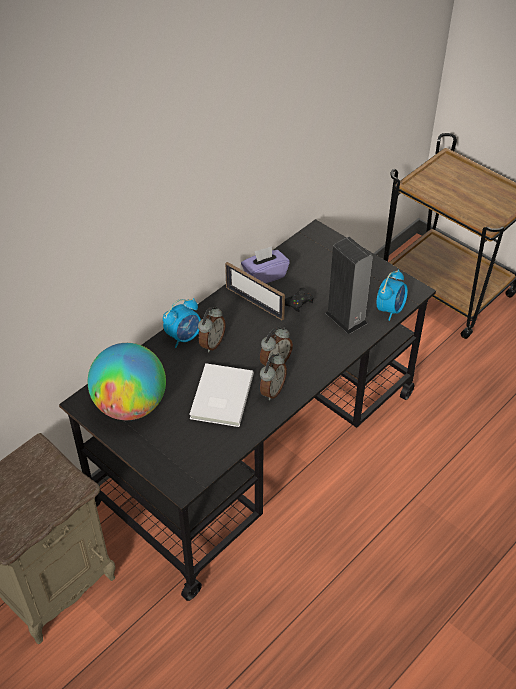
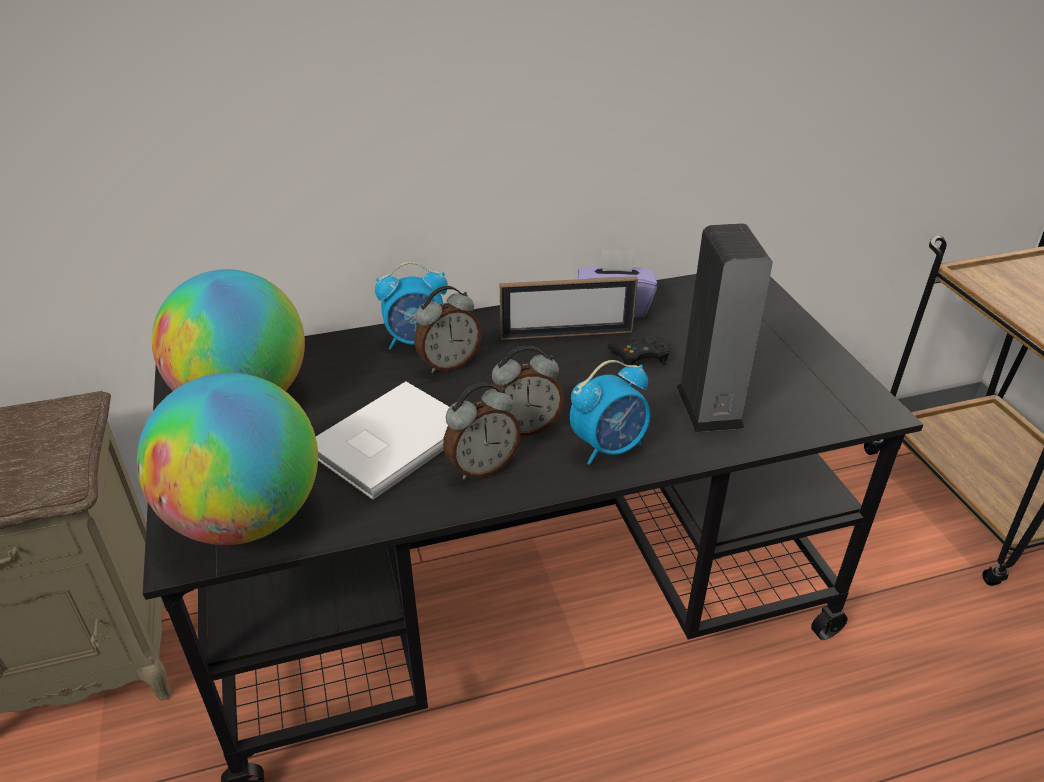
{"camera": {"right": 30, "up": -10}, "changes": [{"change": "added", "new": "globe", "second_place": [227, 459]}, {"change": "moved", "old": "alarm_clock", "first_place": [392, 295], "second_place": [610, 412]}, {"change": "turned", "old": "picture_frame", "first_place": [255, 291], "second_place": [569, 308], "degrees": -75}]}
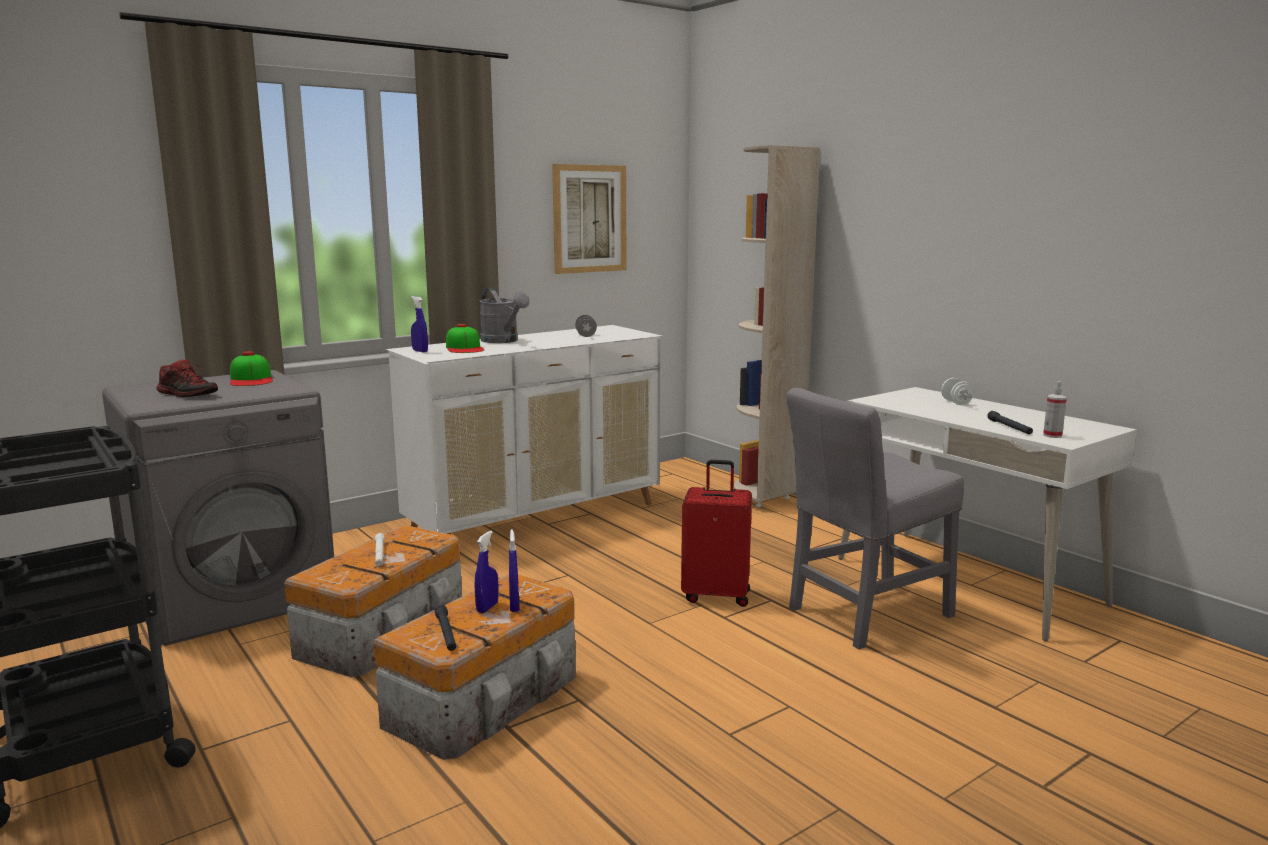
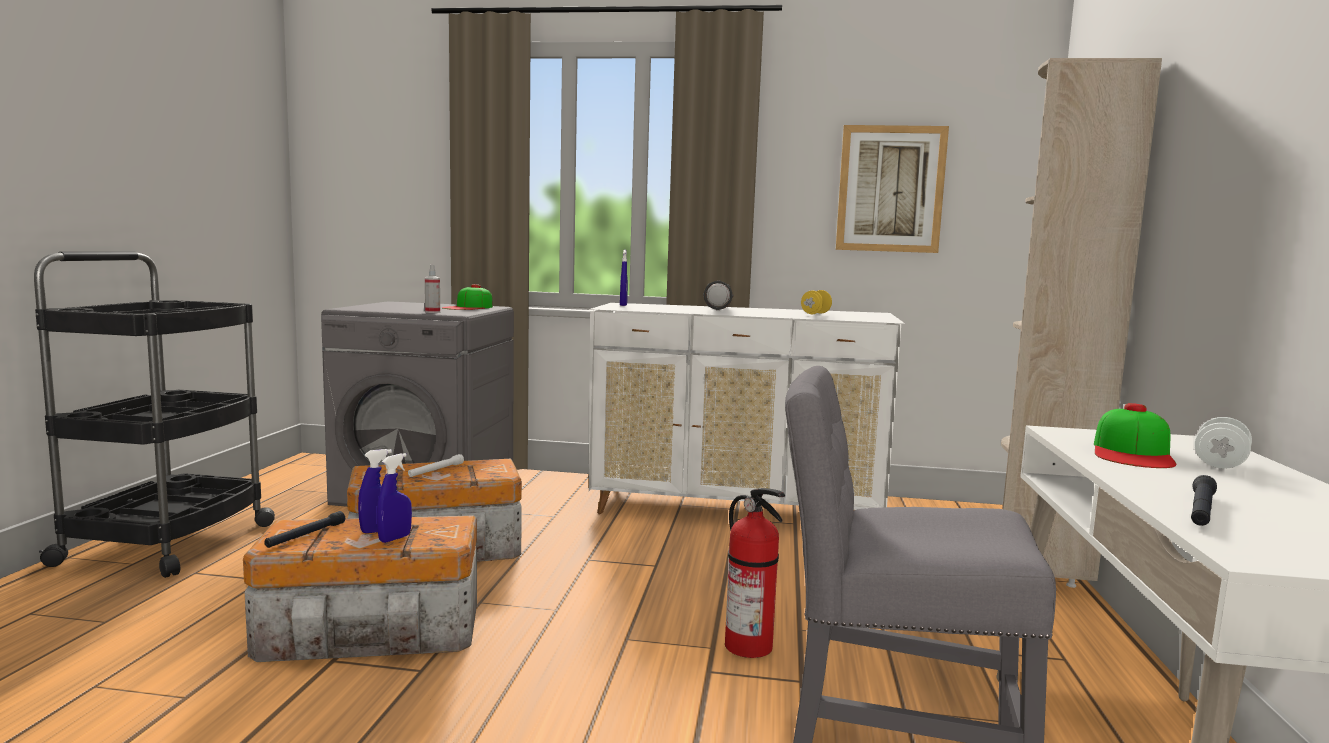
{"camera": {"right": 45, "up": -5}, "changes": [{"change": "removed", "old": "shoe", "first_place": [187, 378]}, {"change": "moved", "old": "cap", "first_place": [465, 338], "second_place": [1135, 435]}, {"change": "moved", "old": "spray_bottle", "first_place": [1055, 409], "second_place": [432, 289]}, {"change": "replaced", "old": "grey_watering_can", "new": "flashlight", "first_place": [504, 315], "second_place": [718, 295]}, {"change": "replaced", "old": "red_suitcase", "new": "fire_extinguisher", "first_place": [716, 533], "second_place": [755, 573]}, {"change": "recoloured", "old": "grey_dumbbell", "new": "yellow_dumbbell", "first_place": [586, 326], "second_place": [816, 302]}]}
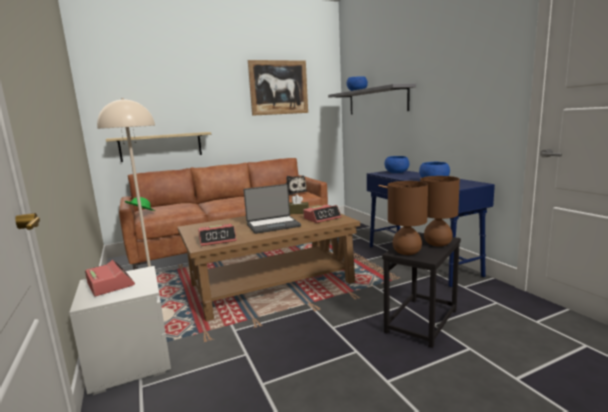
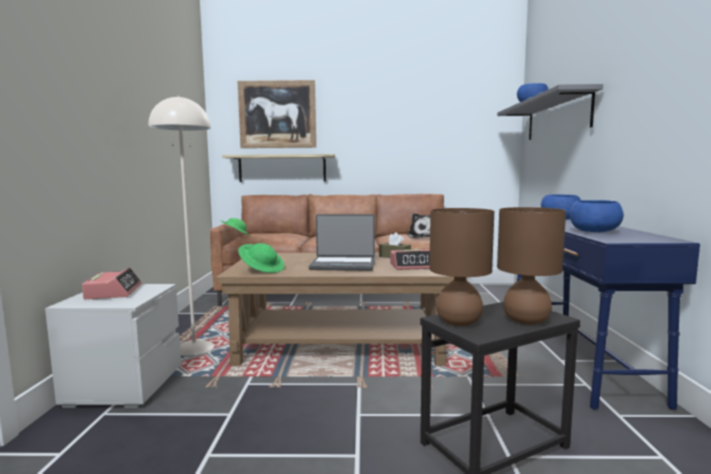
{"camera": {"right": 25, "up": -5}, "changes": [{"change": "moved", "old": "picture", "first_place": [278, 88], "second_place": [277, 114]}, {"change": "replaced", "old": "alarm_clock", "new": "green_hat", "first_place": [217, 235], "second_place": [261, 258]}]}
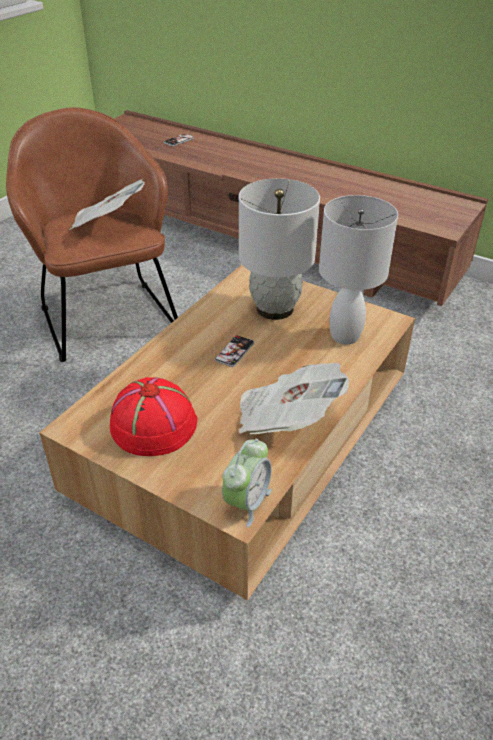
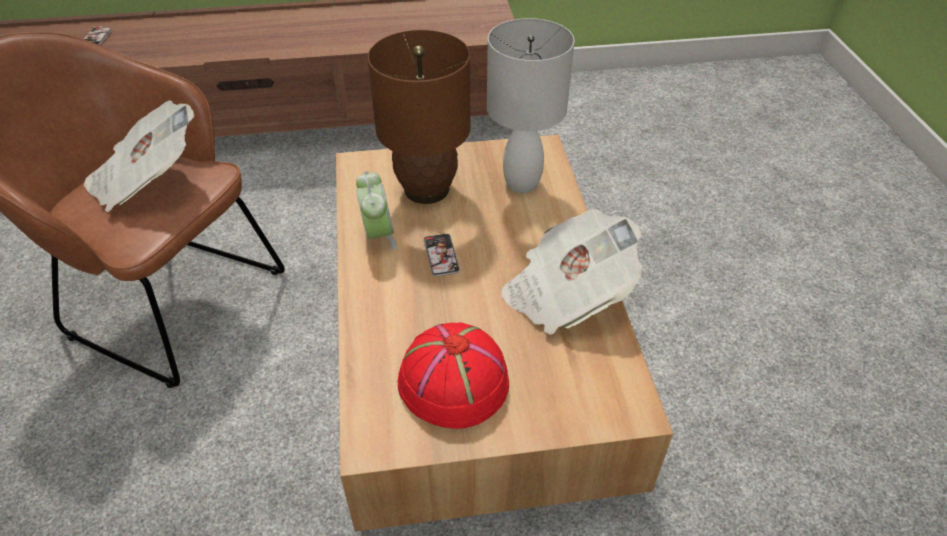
{"camera": {"right": -40, "up": 5}, "changes": [{"change": "moved", "old": "alarm_clock", "first_place": [247, 483], "second_place": [376, 210]}, {"change": "recoloured", "old": "white_table_lamp", "new": "brown_table_lamp", "first_place": [279, 249], "second_place": [419, 117]}]}
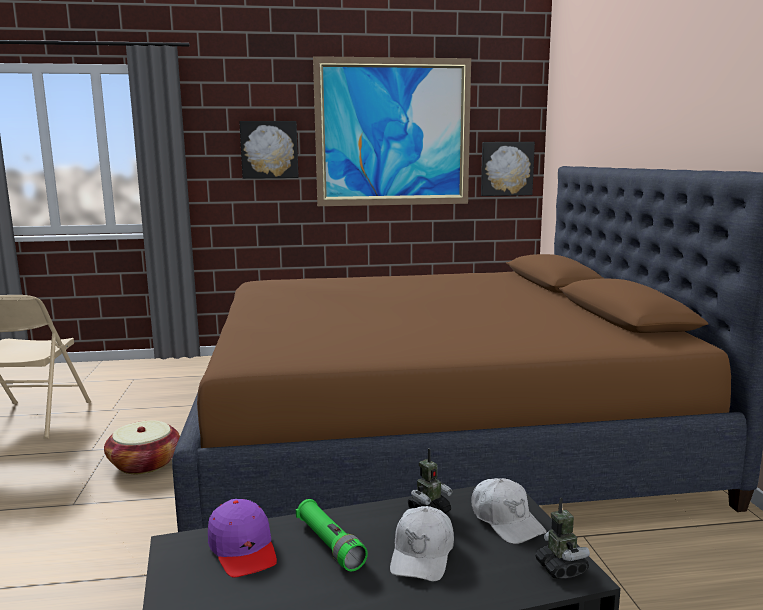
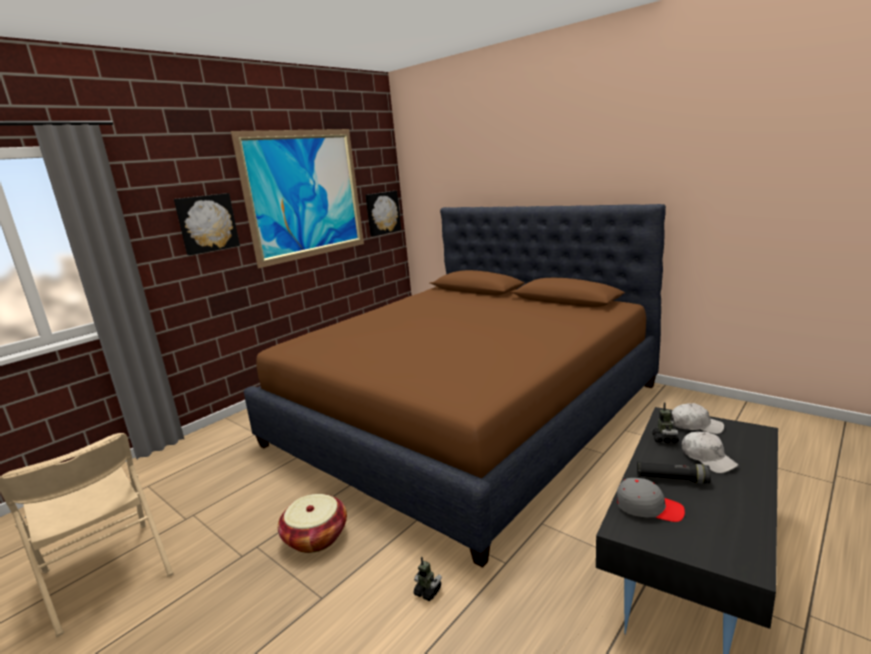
{"camera": {"right": -40, "up": 5}, "changes": [{"change": "moved", "old": "toy_robot", "first_place": [562, 538], "second_place": [428, 579]}, {"change": "recoloured", "old": "purple_cap", "new": "grey_cap", "first_place": [242, 538], "second_place": [651, 500]}, {"change": "recoloured", "old": "green_flashlight", "new": "black_flashlight", "first_place": [332, 535], "second_place": [674, 472]}]}
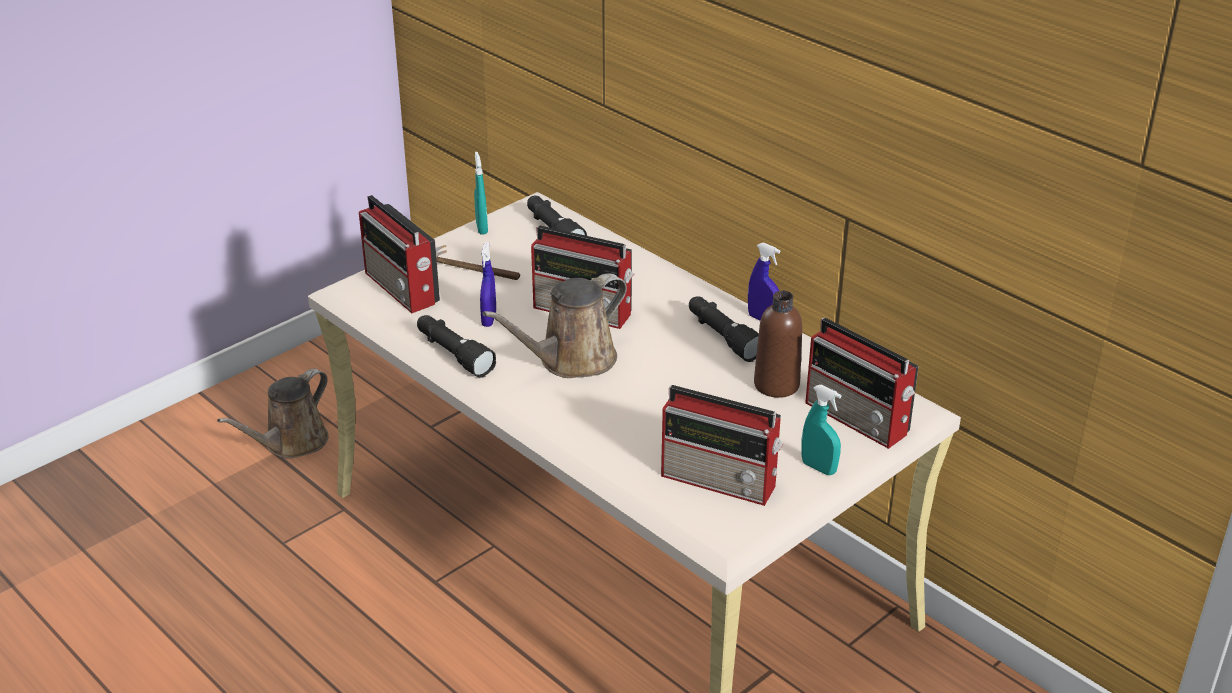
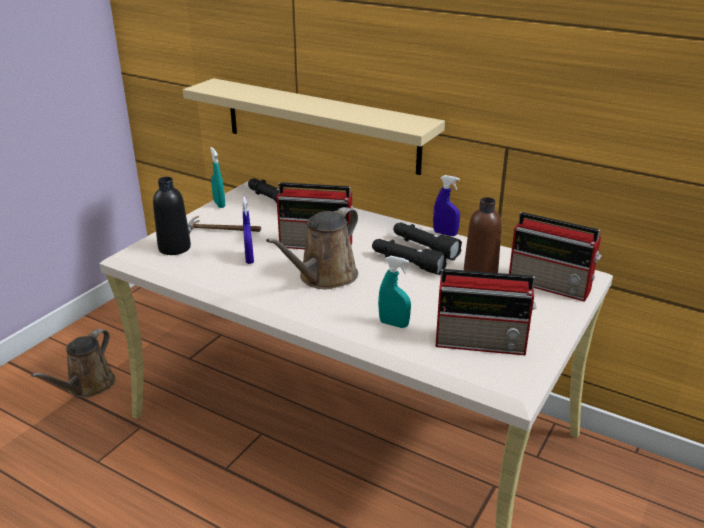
{"camera": {"right": -15, "up": -5}, "changes": [{"change": "added", "new": "beige_shelf", "second_place": [314, 126]}, {"change": "moved", "old": "black_flashlight", "first_place": [456, 346], "second_place": [409, 257]}, {"change": "moved", "old": "turquoise_spray_bottle", "first_place": [821, 430], "second_place": [394, 292]}, {"change": "replaced", "old": "radio", "new": "black_bottle", "first_place": [399, 254], "second_place": [172, 216]}]}
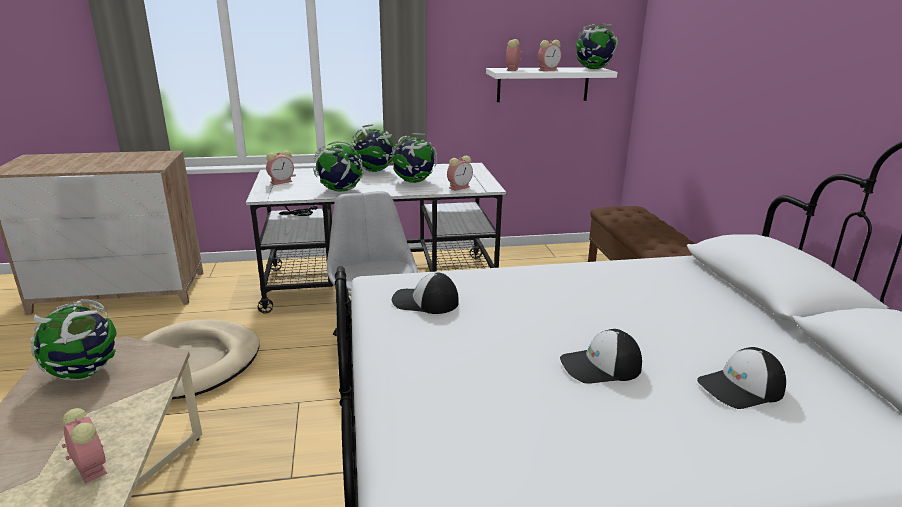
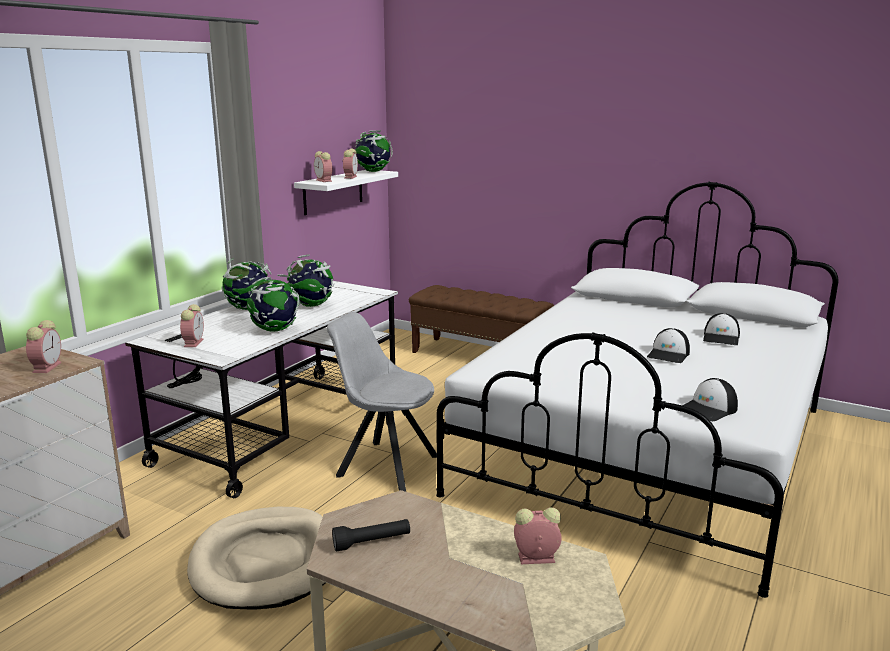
{"camera": {"right": -50, "up": -5}, "changes": [{"change": "moved", "old": "cap", "first_place": [425, 293], "second_place": [710, 399]}, {"change": "moved", "old": "alarm_clock", "first_place": [460, 173], "second_place": [44, 346]}, {"change": "replaced", "old": "globe", "new": "black_flashlight", "first_place": [73, 340], "second_place": [371, 535]}]}
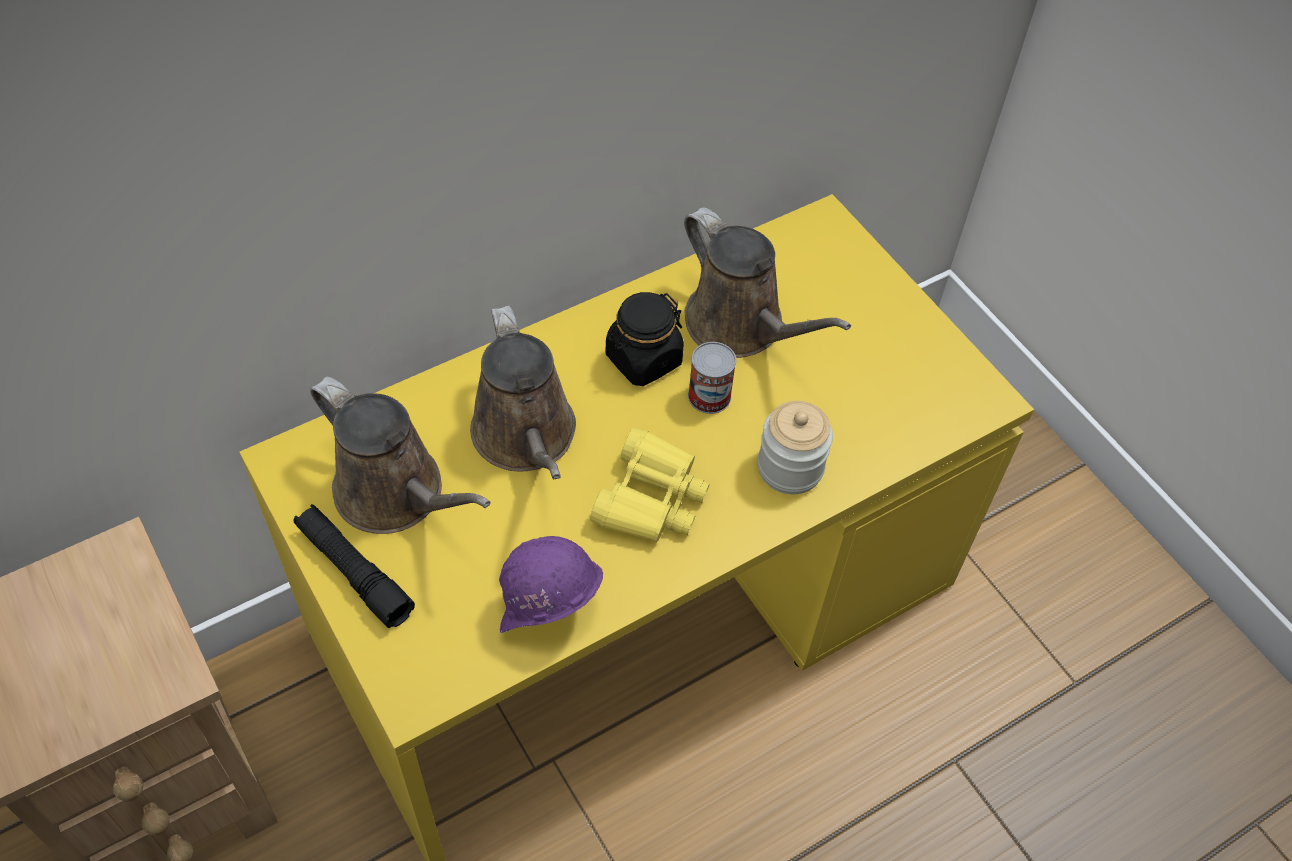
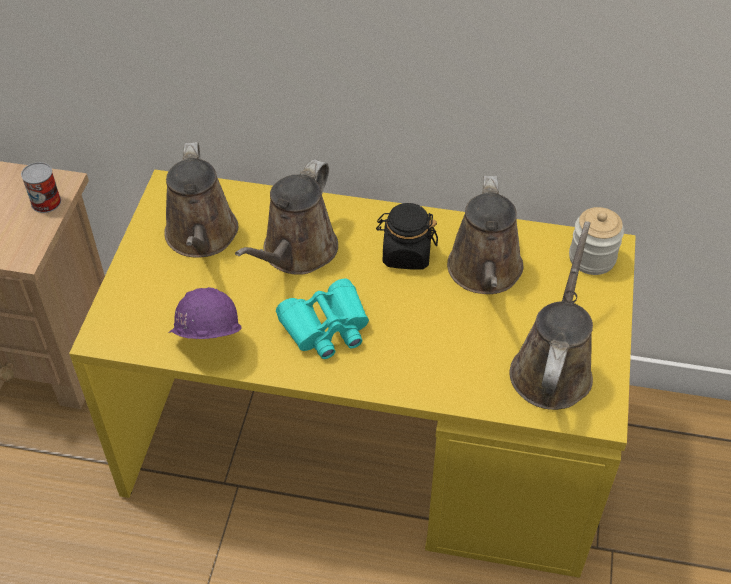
{"camera": {"right": 45, "up": -5}, "changes": [{"change": "removed", "old": "black_flashlight", "first_place": [354, 566]}, {"change": "added", "new": "brown_watering_can", "second_place": [551, 315]}, {"change": "moved", "old": "can", "first_place": [712, 378], "second_place": [41, 187]}, {"change": "moved", "old": "jar", "first_place": [795, 447], "second_place": [596, 241]}, {"change": "recoloured", "old": "yellow_binoculars", "new": "turquoise_binoculars", "first_place": [649, 485], "second_place": [322, 319]}]}
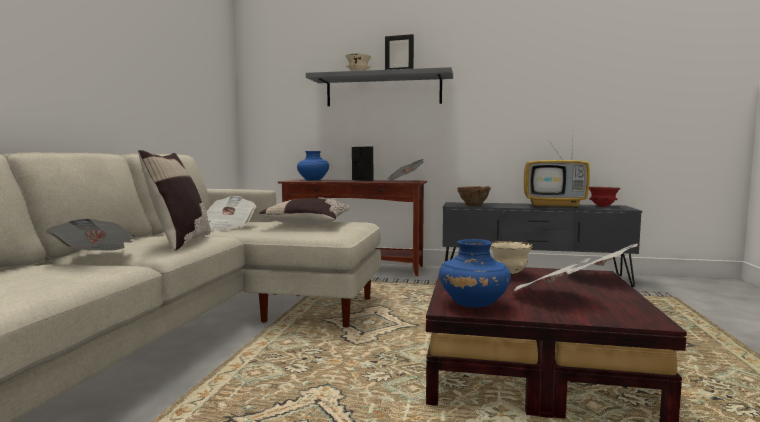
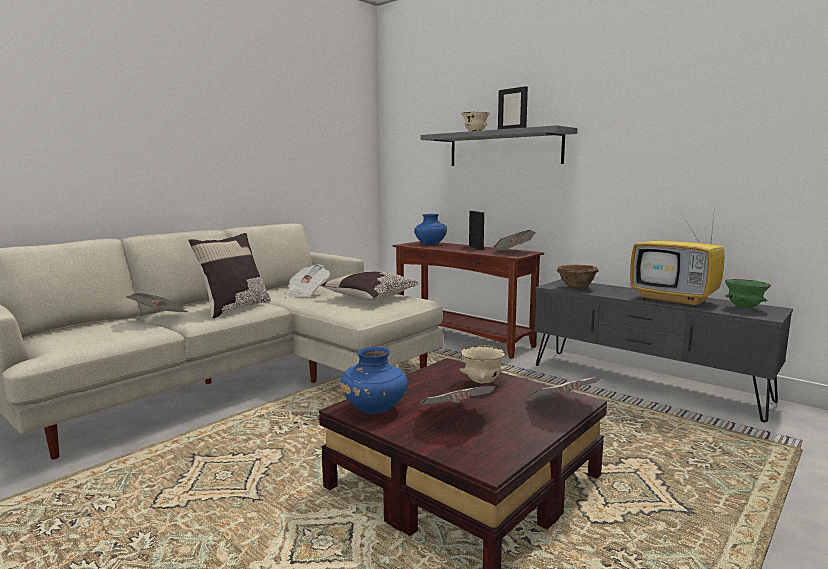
{"camera": {"right": 30, "up": 5}, "changes": [{"change": "recoloured", "old": "red_bowl", "new": "green_bowl", "first_place": [605, 197], "second_place": [748, 294]}]}
